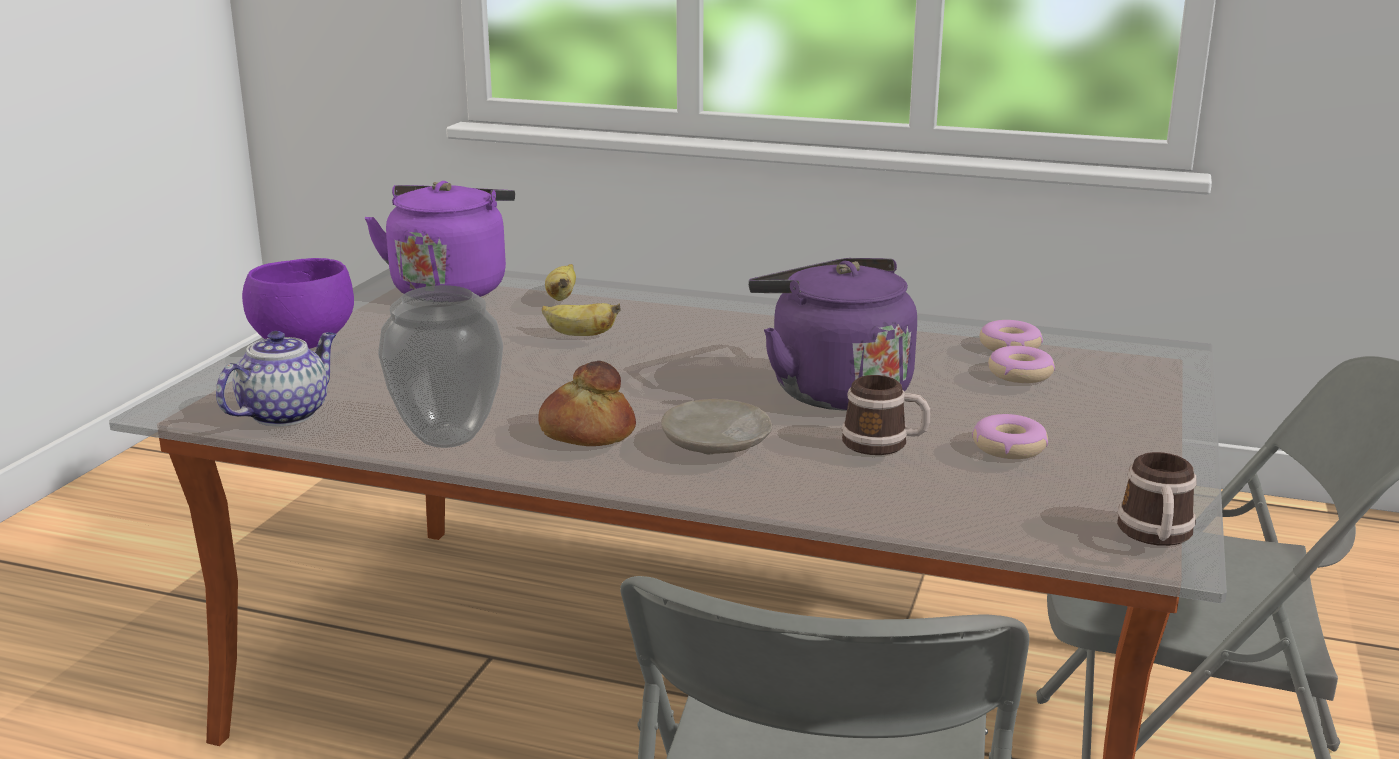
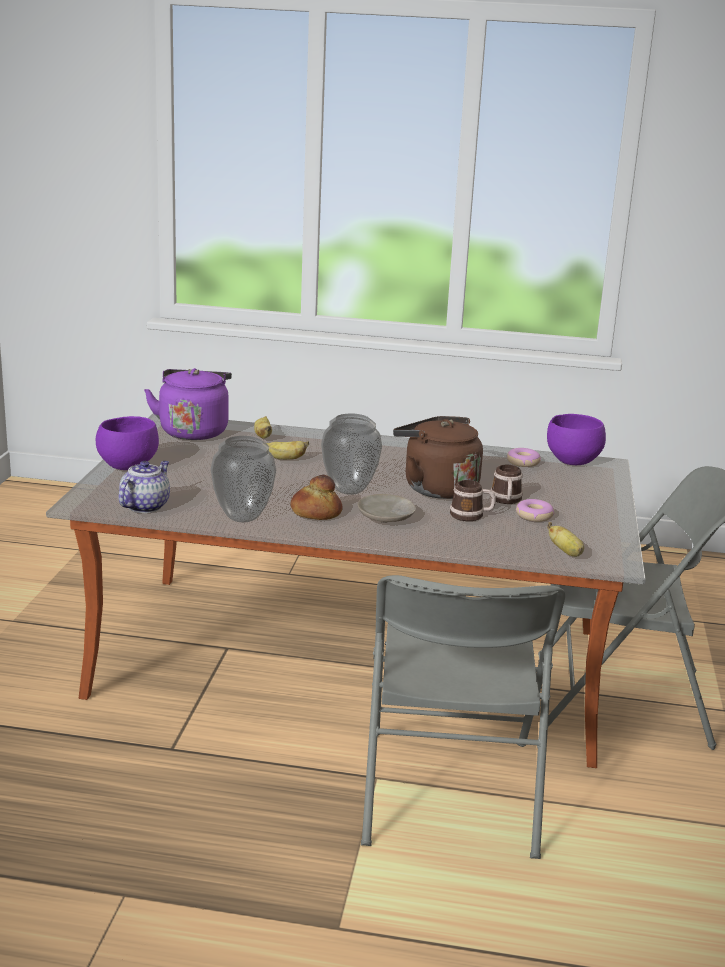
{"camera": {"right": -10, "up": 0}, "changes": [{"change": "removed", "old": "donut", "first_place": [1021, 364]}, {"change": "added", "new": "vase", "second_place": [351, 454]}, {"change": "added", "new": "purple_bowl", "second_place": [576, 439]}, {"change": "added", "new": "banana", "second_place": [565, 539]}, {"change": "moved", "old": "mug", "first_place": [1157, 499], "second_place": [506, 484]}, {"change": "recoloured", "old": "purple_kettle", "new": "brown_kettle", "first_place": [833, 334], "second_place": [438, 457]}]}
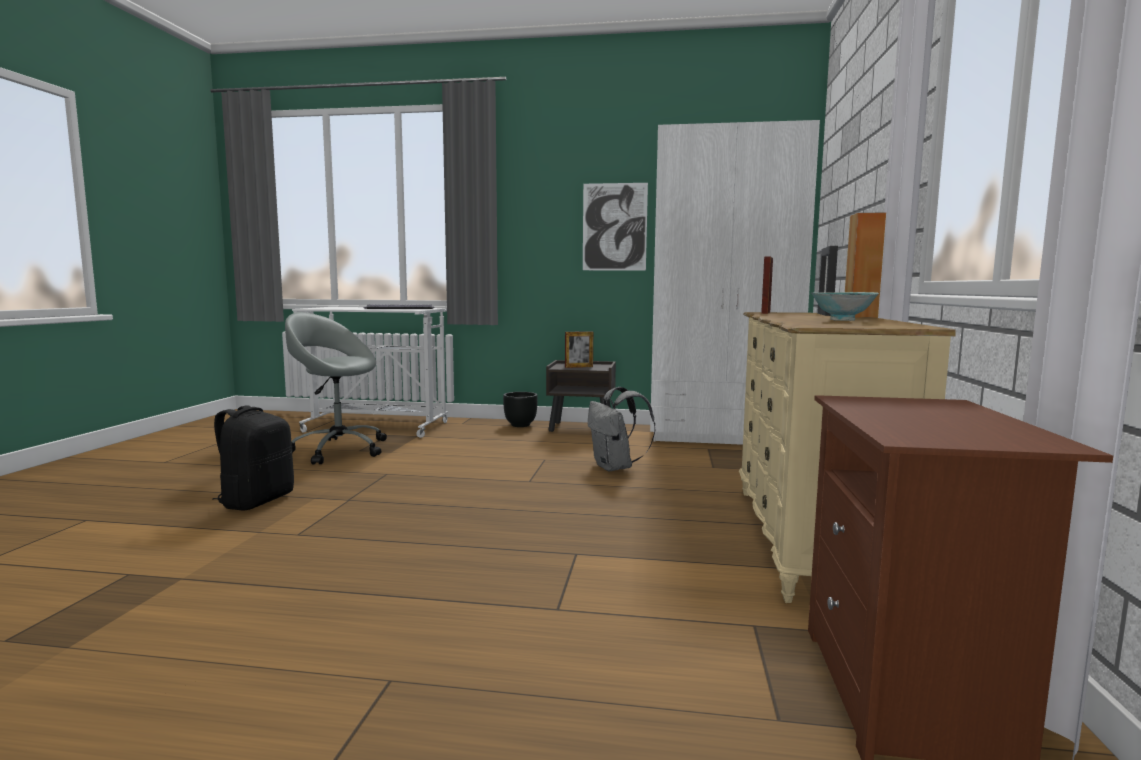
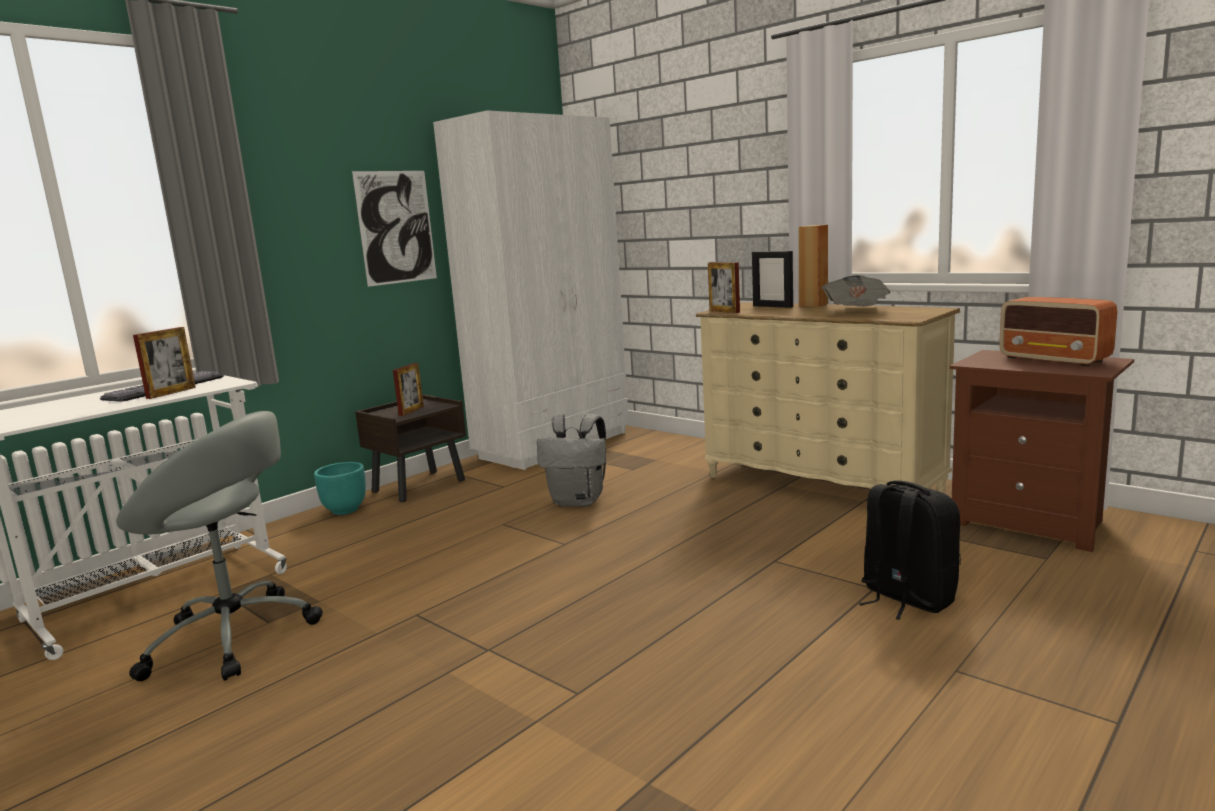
{"camera": {"right": -55, "up": 5}, "changes": [{"change": "added", "new": "picture_frame", "second_place": [164, 363]}, {"change": "added", "new": "radio", "second_place": [1058, 332]}, {"change": "moved", "old": "black_backpack", "first_place": [253, 458], "second_place": [910, 550]}, {"change": "replaced", "old": "bowl", "new": "newspaper", "first_place": [845, 306], "second_place": [856, 291]}, {"change": "recoloured", "old": "black_planter", "new": "turquoise_planter", "first_place": [520, 409], "second_place": [340, 488]}, {"change": "turned", "old": "grey_office_chair", "first_place": [336, 388], "second_place": [219, 546], "degrees": -120}]}
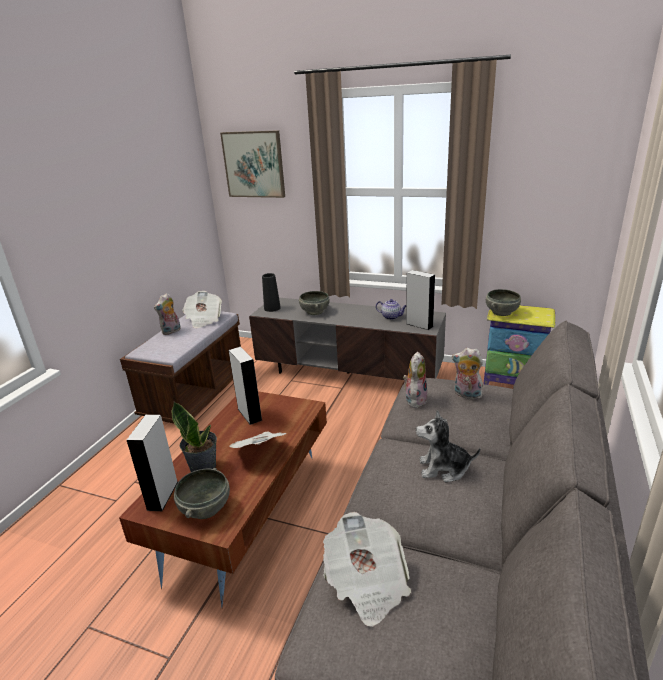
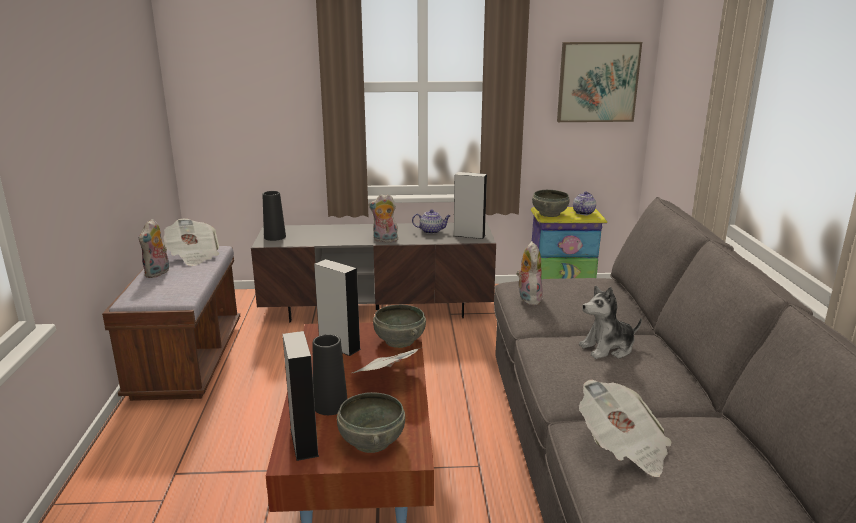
{"camera": {"right": -25, "up": -5}, "changes": [{"change": "added", "new": "teapot", "second_place": [584, 203]}, {"change": "moved", "old": "picture", "first_place": [252, 164], "second_place": [599, 82]}, {"change": "moved", "old": "grey_bowl", "first_place": [314, 303], "second_place": [399, 326]}, {"change": "moved", "old": "plush_toy", "first_place": [467, 374], "second_place": [383, 218]}, {"change": "replaced", "old": "potted_plant", "new": "black_vase", "first_place": [194, 437], "second_place": [330, 374]}]}
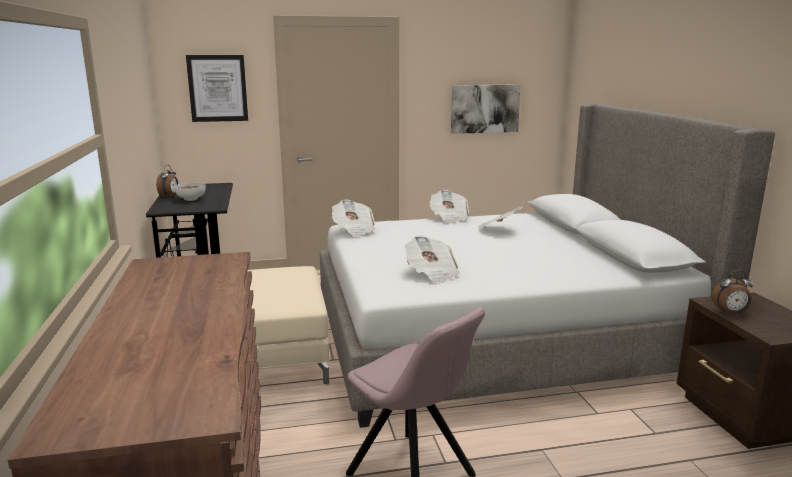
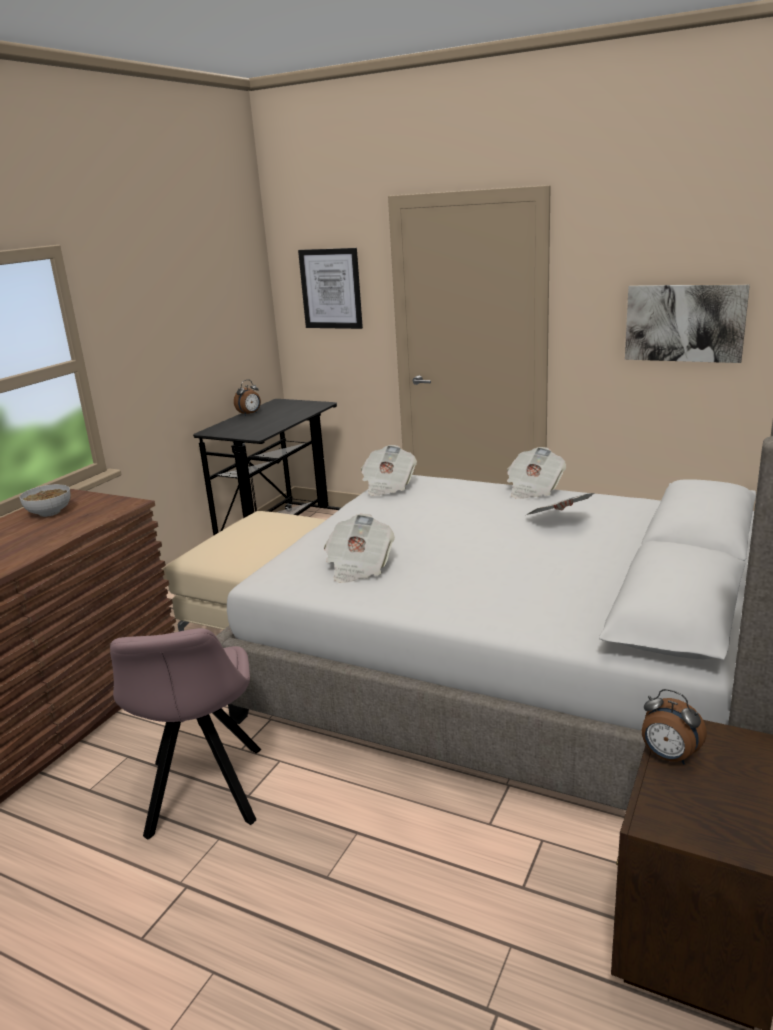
{"camera": {"right": 40, "up": 5}, "changes": [{"change": "moved", "old": "bowl", "first_place": [190, 192], "second_place": [45, 500]}]}
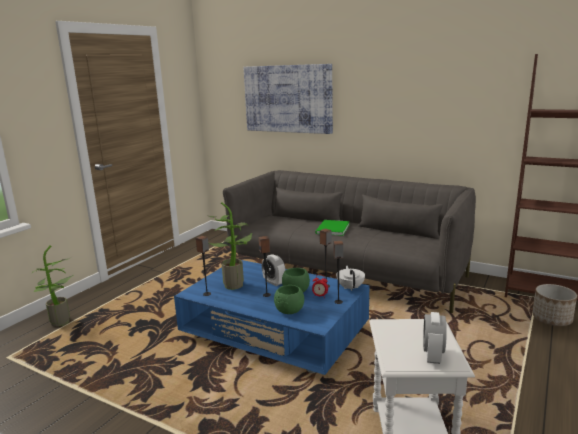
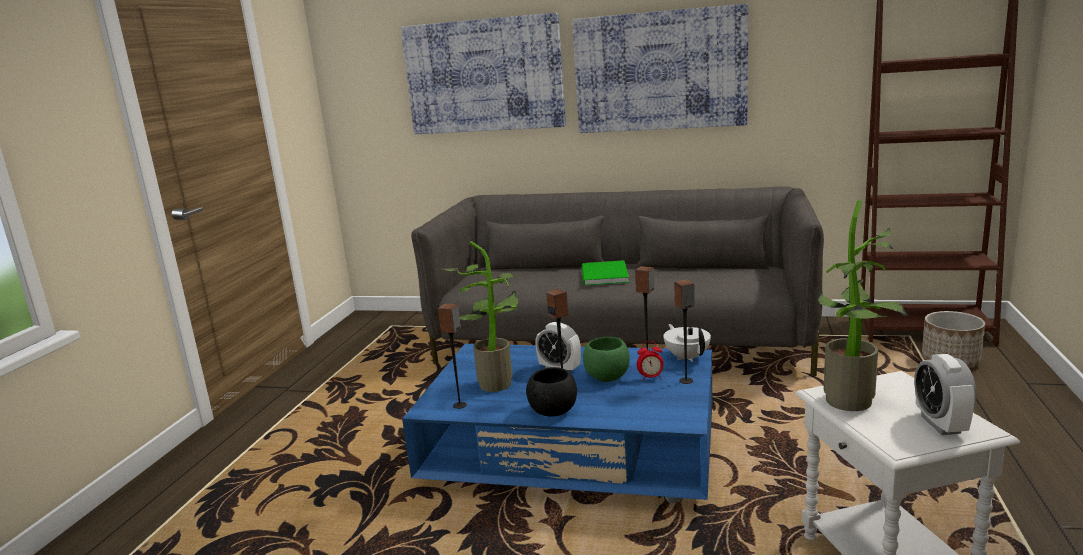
{"camera": {"right": -15, "up": 0}, "changes": [{"change": "removed", "old": "green_bowl", "first_place": [289, 299]}, {"change": "added", "new": "black_bowl", "second_place": [551, 392]}, {"change": "added", "new": "picture", "second_place": [660, 68]}, {"change": "moved", "old": "potted_plant", "first_place": [52, 286], "second_place": [863, 305]}]}
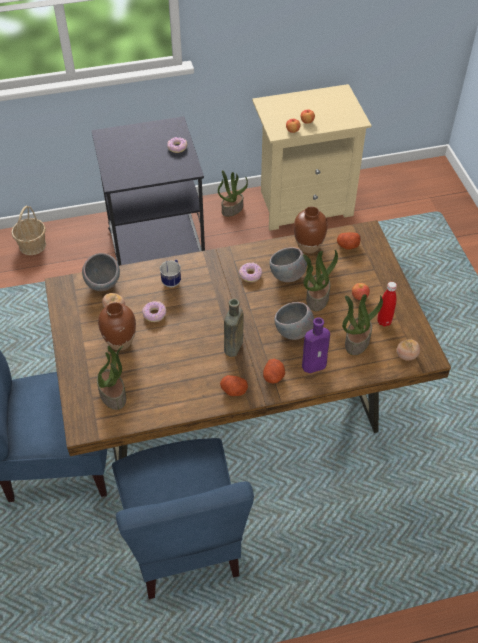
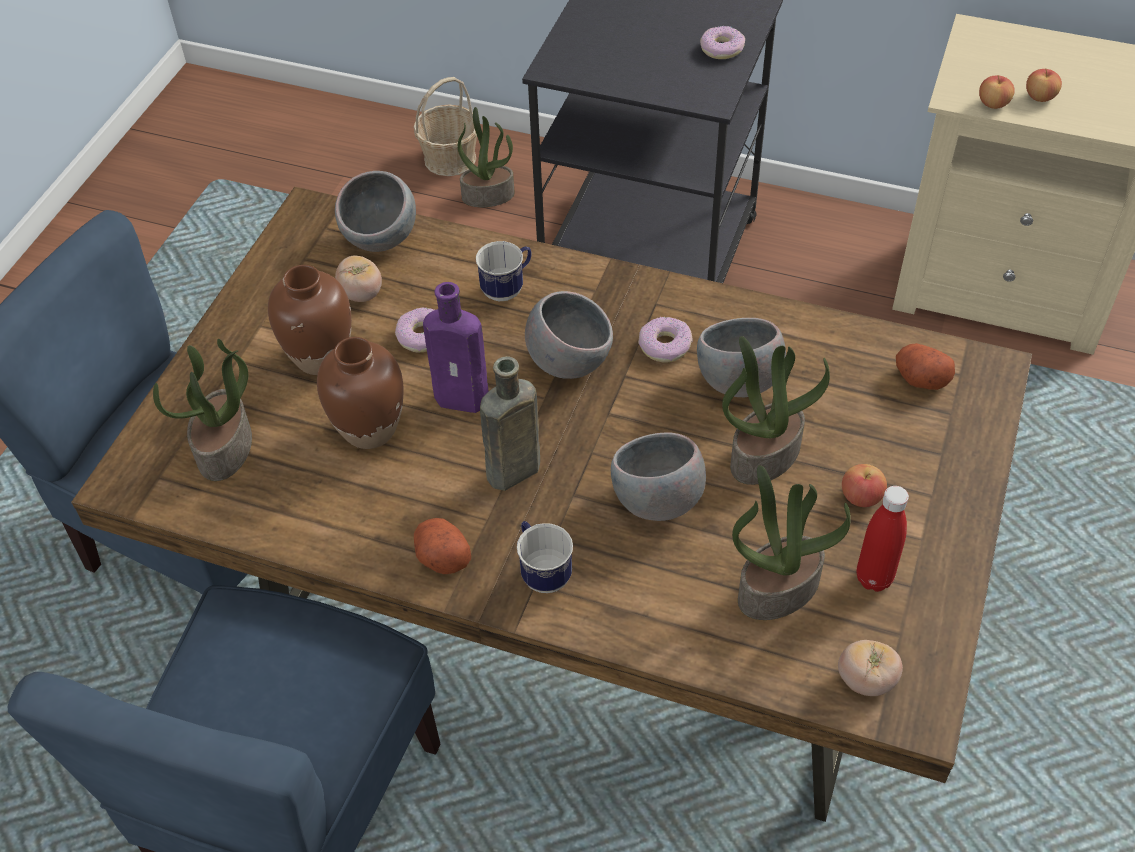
{"camera": {"right": 35, "up": 0}, "changes": [{"change": "added", "new": "grey_bowl", "second_place": [569, 335]}, {"change": "moved", "old": "potted_plant", "first_place": [233, 193], "second_place": [486, 157]}, {"change": "moved", "old": "brown_vase", "first_place": [311, 230], "second_place": [360, 393]}, {"change": "moved", "old": "purple_bottle", "first_place": [316, 345], "second_place": [456, 347]}, {"change": "replaced", "old": "potato", "new": "mug", "first_place": [274, 371], "second_place": [545, 557]}]}
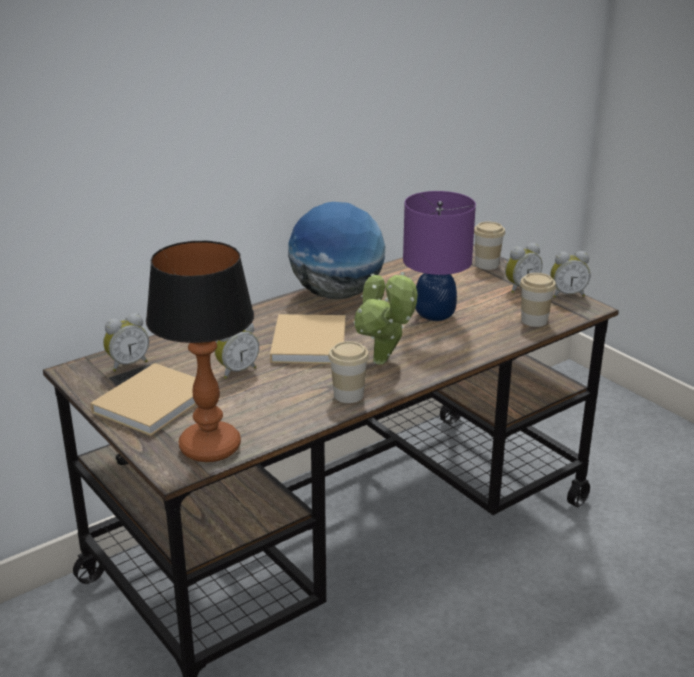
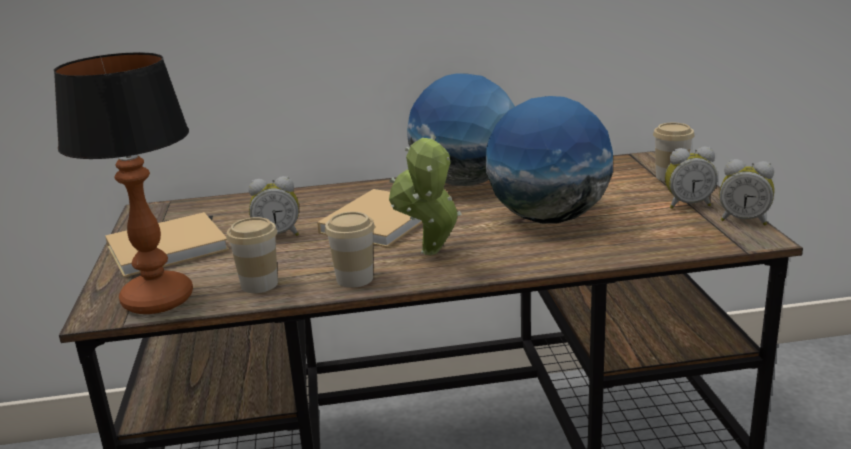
{"camera": {"right": 30, "up": -5}, "changes": [{"change": "removed", "old": "alarm_clock", "first_place": [126, 342]}, {"change": "moved", "old": "cup", "first_place": [538, 300], "second_place": [252, 255]}, {"change": "replaced", "old": "purple_table_lamp", "new": "globe", "first_place": [439, 256], "second_place": [549, 160]}]}
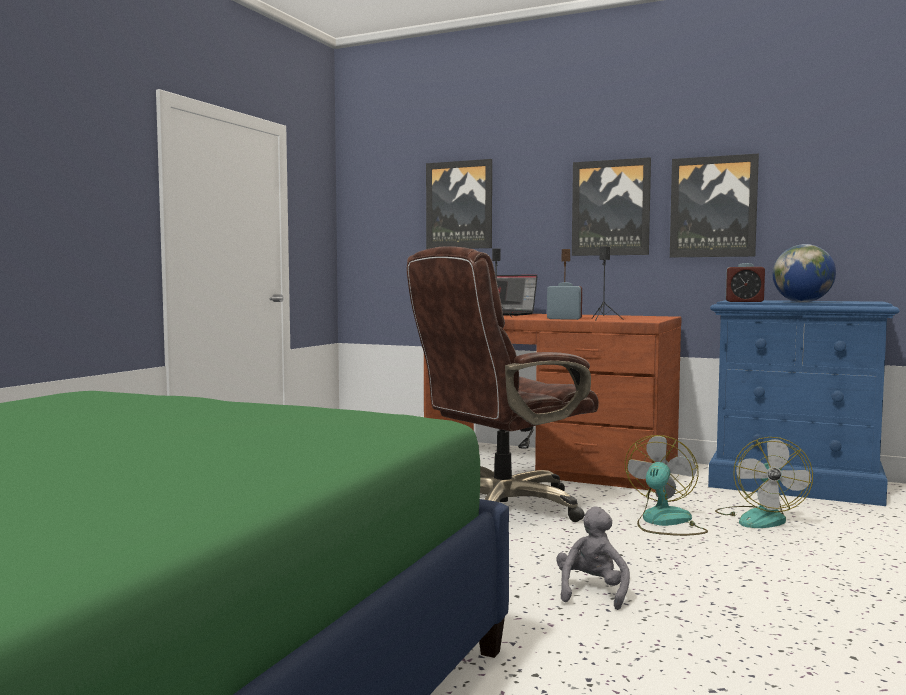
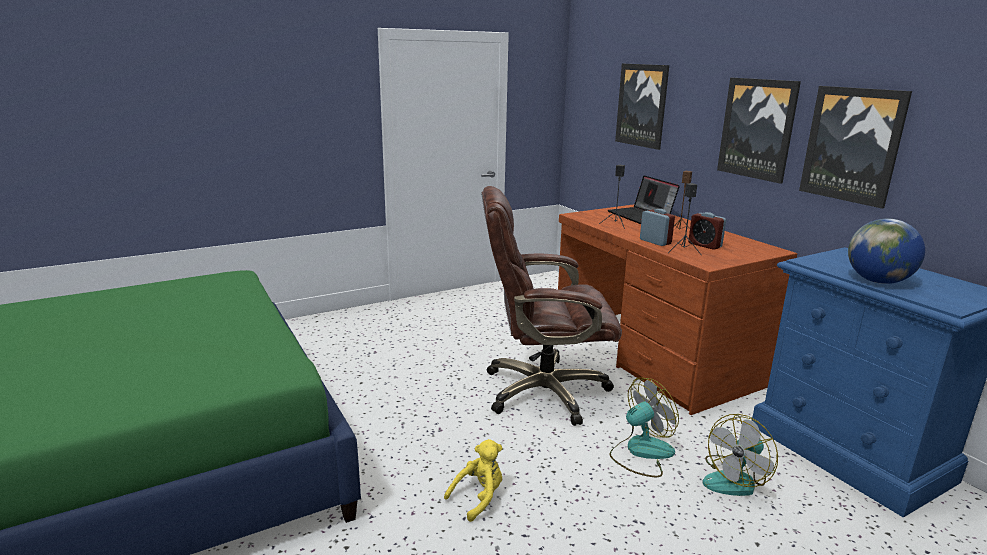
{"camera": {"right": 35, "up": 15}, "changes": [{"change": "moved", "old": "alarm_clock", "first_place": [745, 282], "second_place": [707, 231]}, {"change": "recoloured", "old": "grey_plush_toy", "new": "yellow_plush_toy", "first_place": [593, 558], "second_place": [473, 480]}]}
